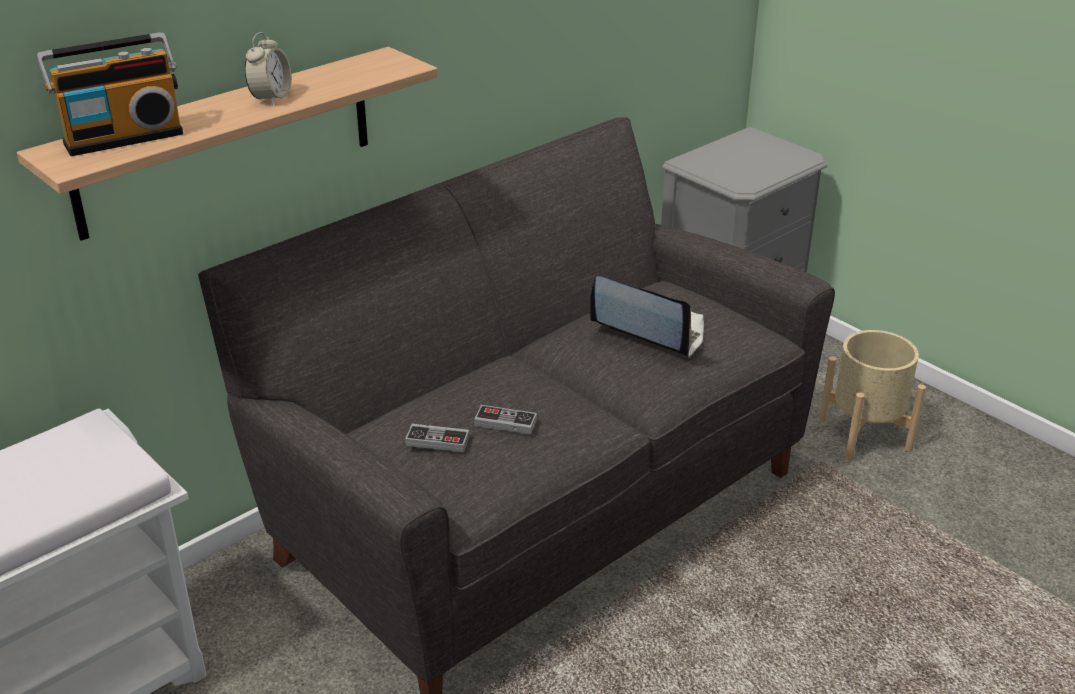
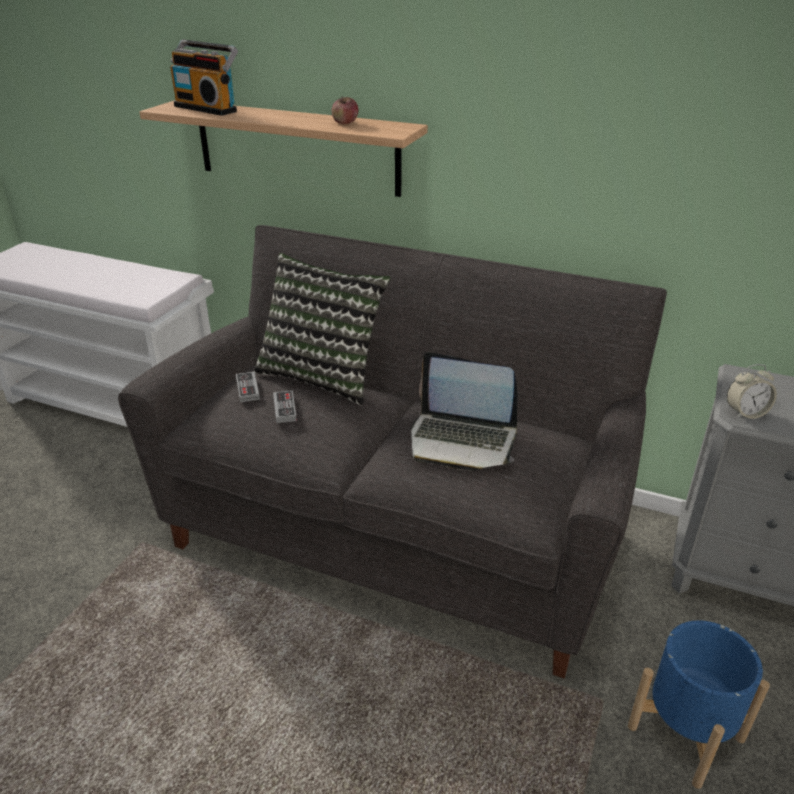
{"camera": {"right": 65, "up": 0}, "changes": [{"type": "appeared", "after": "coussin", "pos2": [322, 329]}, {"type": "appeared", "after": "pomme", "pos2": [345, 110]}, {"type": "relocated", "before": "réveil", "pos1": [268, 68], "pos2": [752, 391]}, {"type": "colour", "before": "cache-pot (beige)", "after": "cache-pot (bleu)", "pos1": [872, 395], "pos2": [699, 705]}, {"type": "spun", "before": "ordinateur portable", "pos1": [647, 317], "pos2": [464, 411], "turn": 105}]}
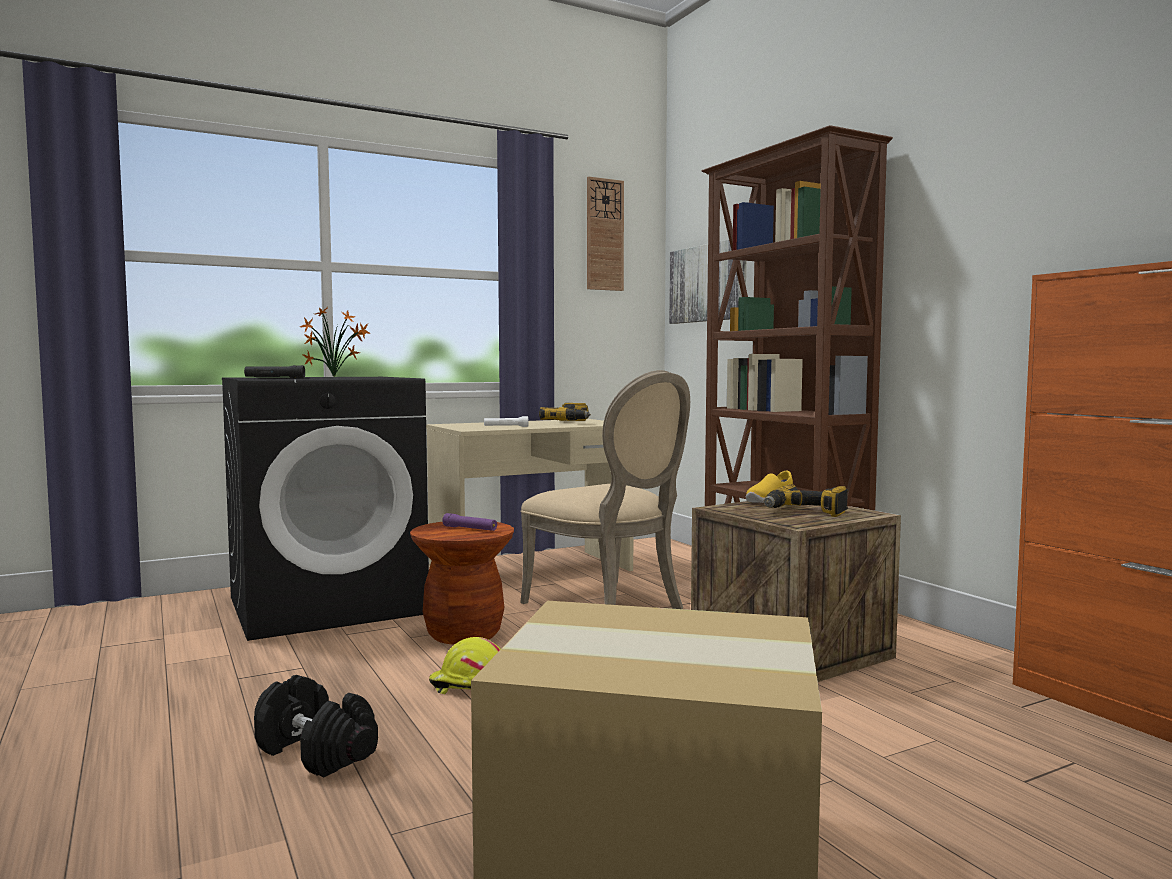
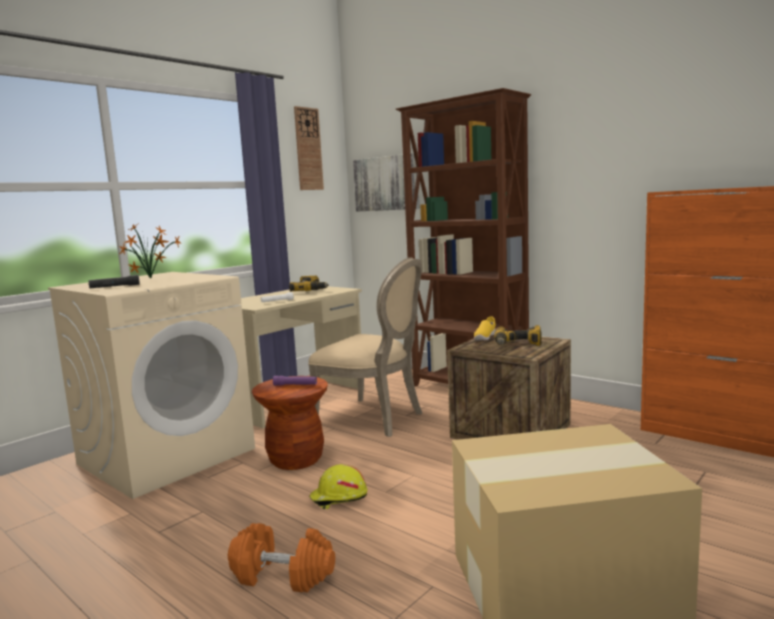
{"camera": {"right": -20, "up": 5}, "changes": [{"type": "colour", "before": "lave-linge (noir)", "after": "lave-linge (beige)", "pos1": [325, 509], "pos2": [151, 385]}, {"type": "colour", "before": "haltère (noir)", "after": "haltère (orange)", "pos1": [316, 726], "pos2": [281, 557]}]}
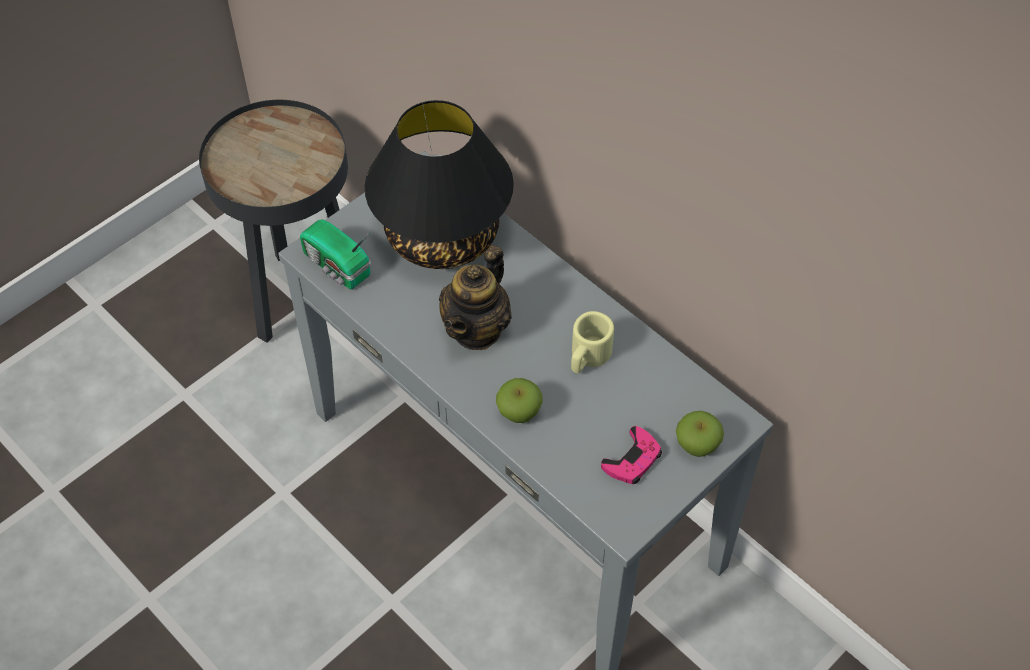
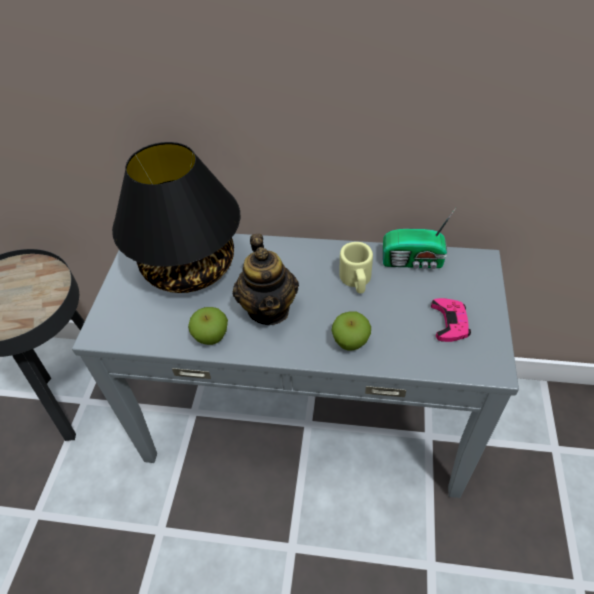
{"camera": {"right": -35, "up": -5}, "changes": [{"type": "relocated", "before": "radio", "pos1": [335, 255], "pos2": [419, 238]}, {"type": "relocated", "before": "pomme", "pos1": [700, 434], "pos2": [208, 326]}]}
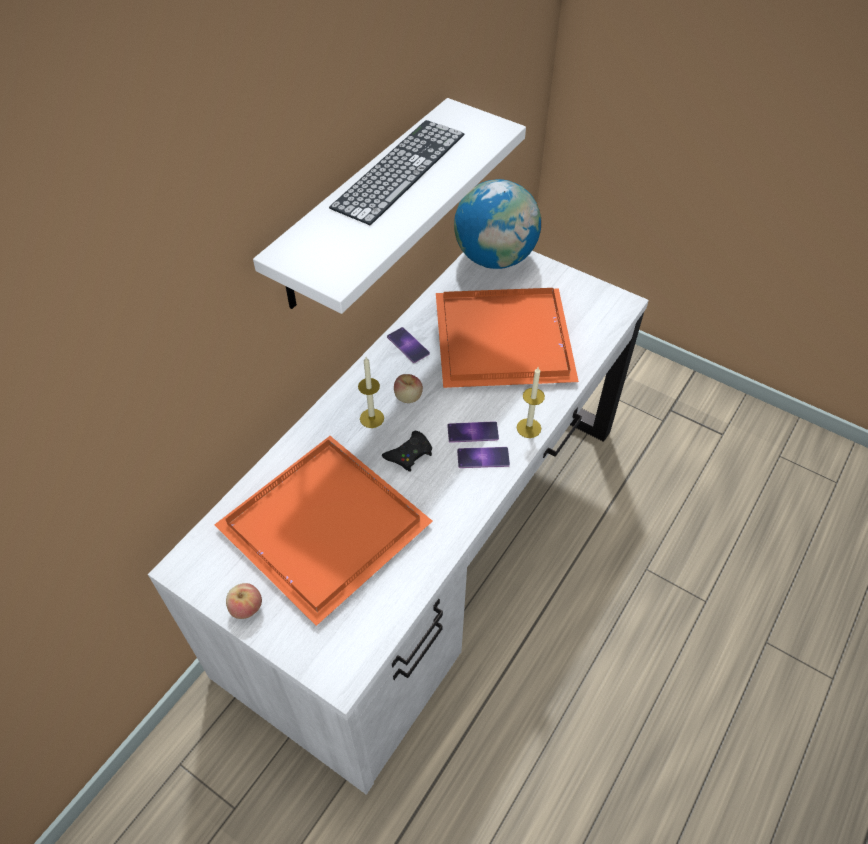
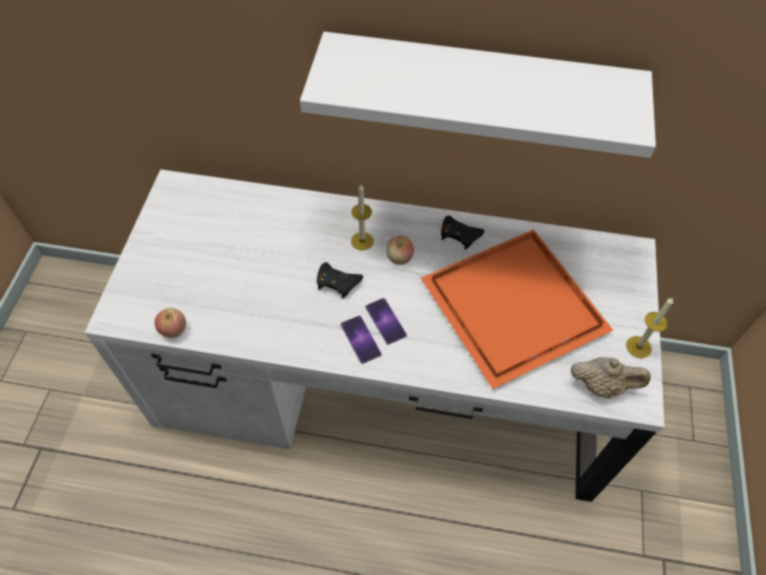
{"camera": {"right": 65, "up": 5}, "changes": [{"type": "missing", "before": "plateau (orange)", "pos1": [324, 531]}, {"type": "missing", "before": "clavier", "pos1": [396, 172]}, {"type": "missing", "before": "globe", "pos1": [497, 224]}, {"type": "appeared", "after": "théière (beige)", "pos2": [611, 378]}, {"type": "relocated", "before": "pomme", "pos1": [244, 601], "pos2": [170, 323]}, {"type": "relocated", "before": "bougie", "pos1": [531, 402], "pos2": [649, 328]}, {"type": "exchanged", "before": "téléphone", "after": "manette (noir)", "pos1": [408, 345], "pos2": [463, 232]}]}
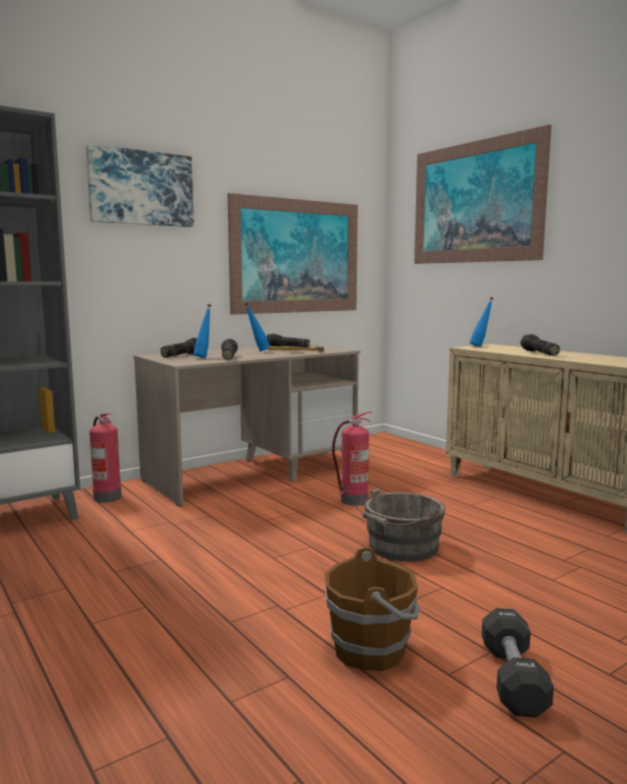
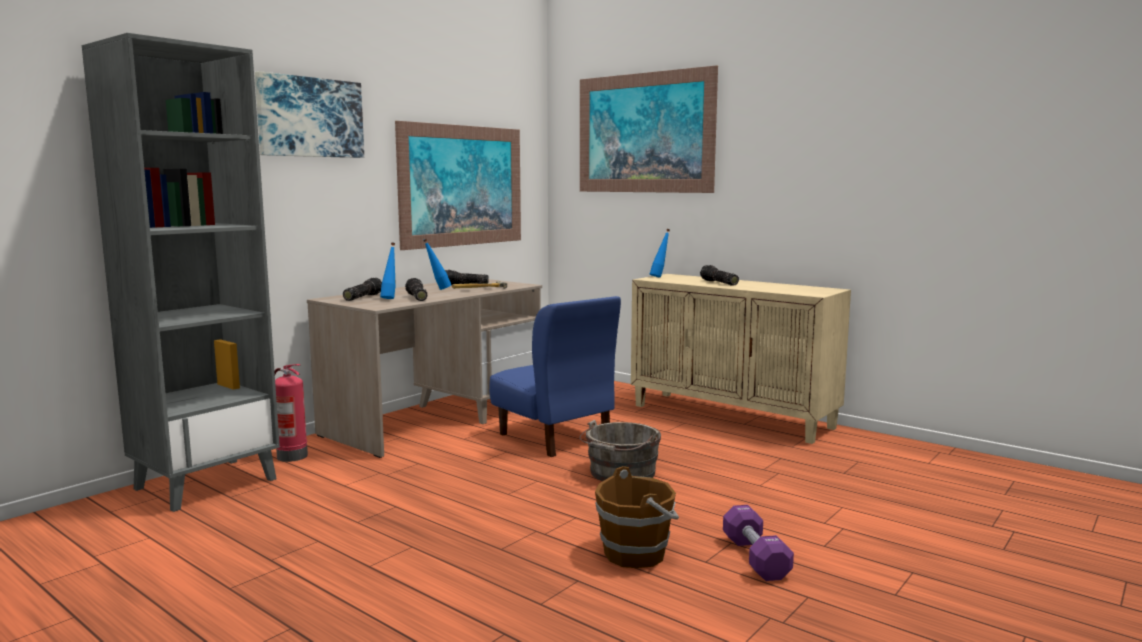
{"camera": {"right": -15, "up": 0}, "changes": [{"type": "exchanged", "before": "extincteur", "after": "chaise (bleu)", "pos1": [352, 458], "pos2": [555, 376]}, {"type": "colour", "before": "haltère (noir)", "after": "haltère (violet)", "pos1": [518, 662], "pos2": [758, 543]}]}
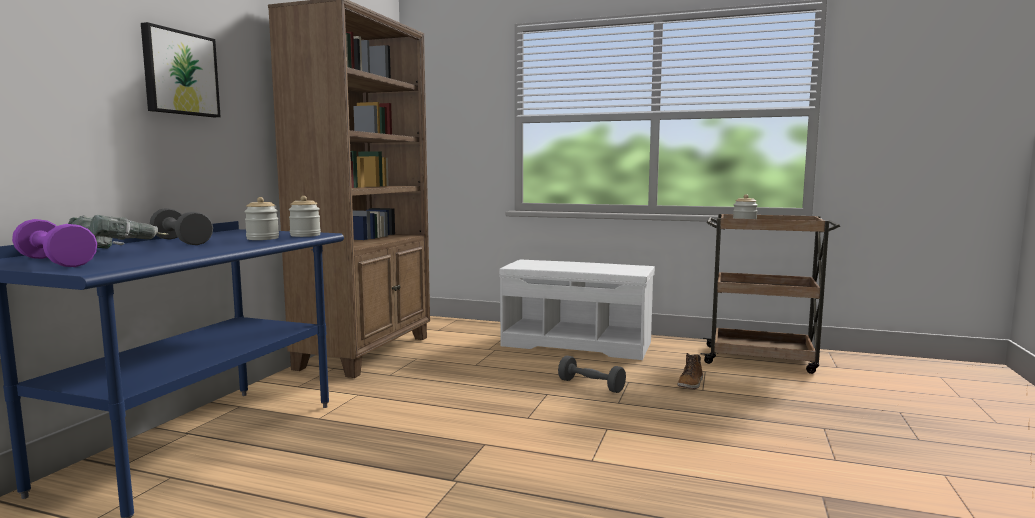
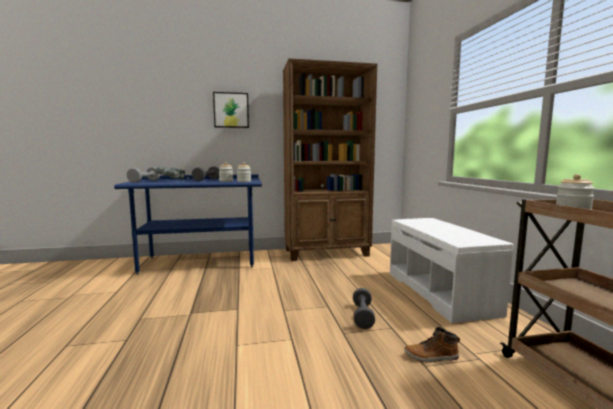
{"camera": {"right": 60, "up": 0}, "changes": [{"type": "colour", "before": "haltère (violet)", "after": "haltère (gris)", "pos1": [54, 243], "pos2": [143, 175]}]}
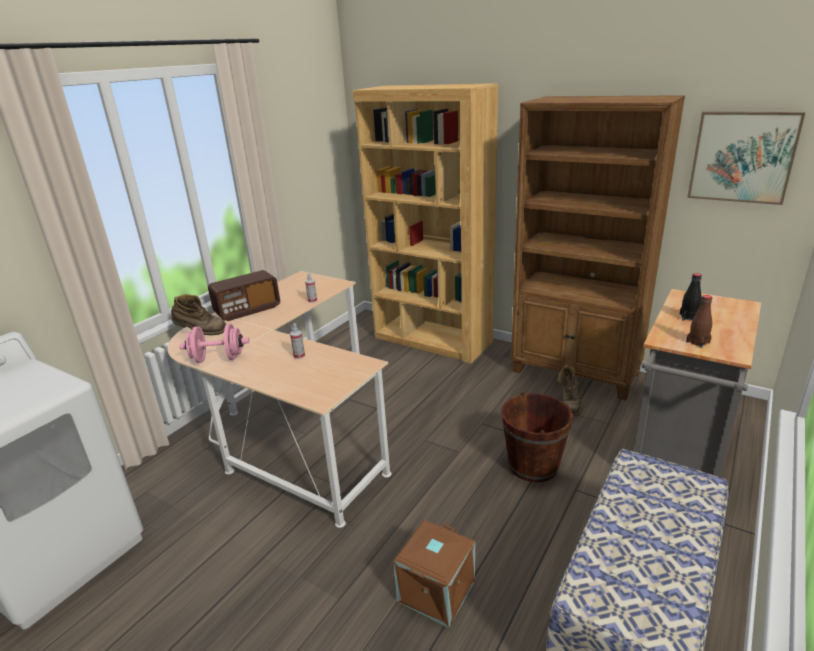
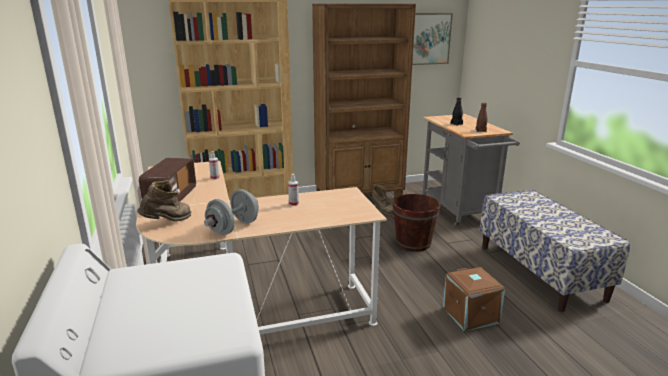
{"camera": {"right": -50, "up": -5}, "changes": [{"type": "colour", "before": "haltère (rose)", "after": "haltère (gris)", "pos1": [214, 343], "pos2": [231, 212]}]}
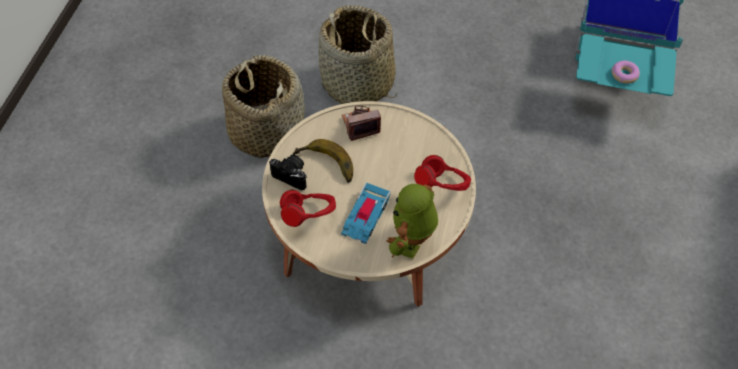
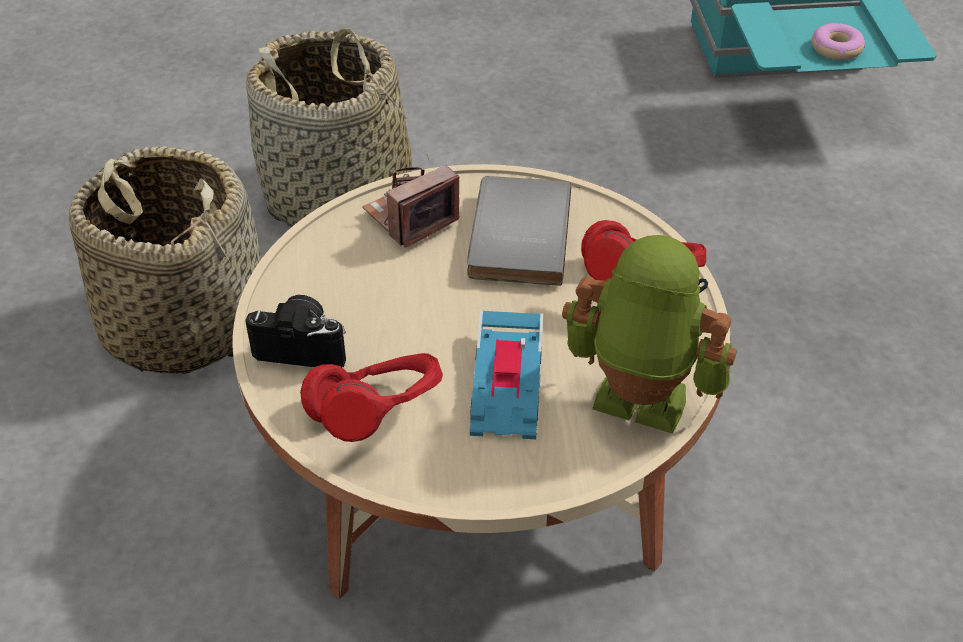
{"camera": {"right": -20, "up": -10}, "changes": [{"type": "missing", "before": "banane", "pos1": [323, 161]}, {"type": "appeared", "after": "livre (gris)", "pos2": [519, 231]}, {"type": "spun", "before": "robot jouet", "pos1": [412, 221], "pos2": [649, 334], "turn": 105}]}
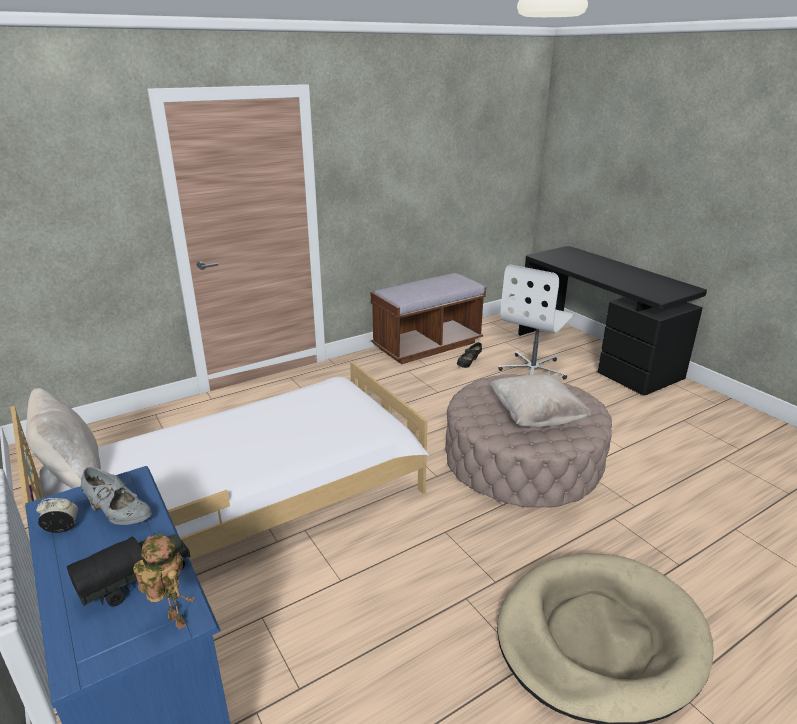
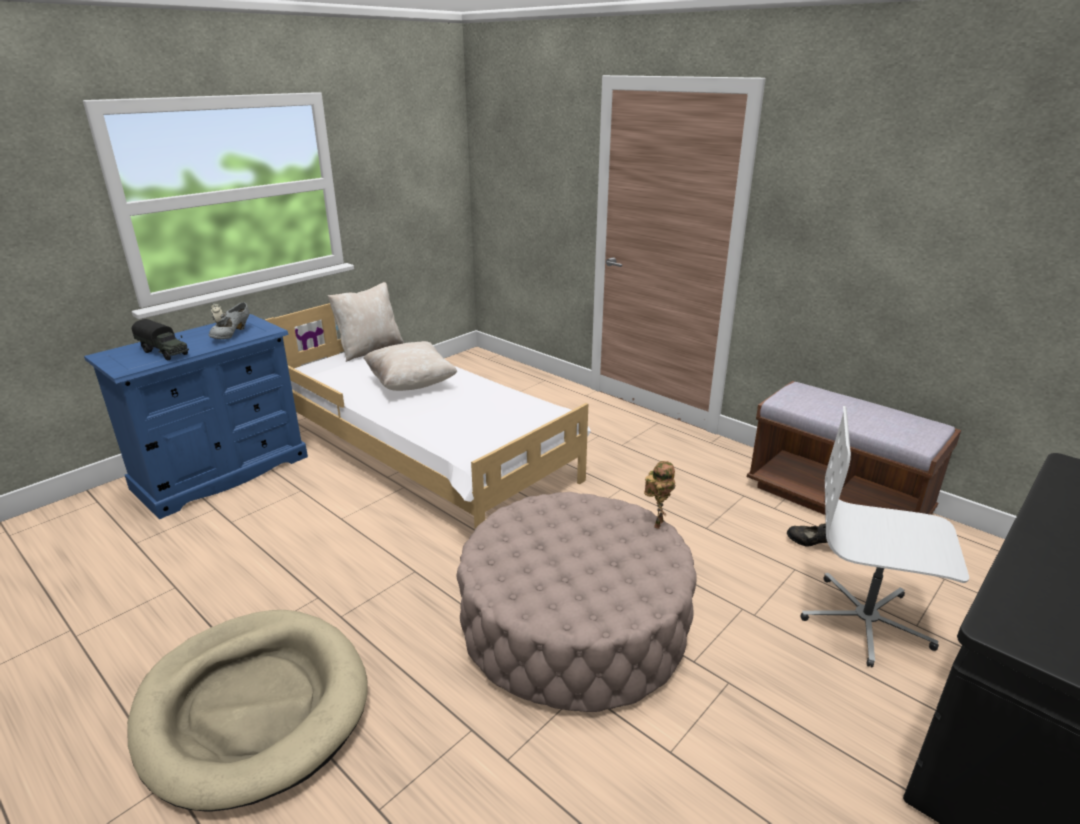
{"camera": {"right": 75, "up": 0}, "changes": [{"type": "relocated", "before": "robot jouet", "pos1": [164, 582], "pos2": [659, 495]}, {"type": "relocated", "before": "coussin (beige)", "pos1": [541, 400], "pos2": [410, 366]}]}
